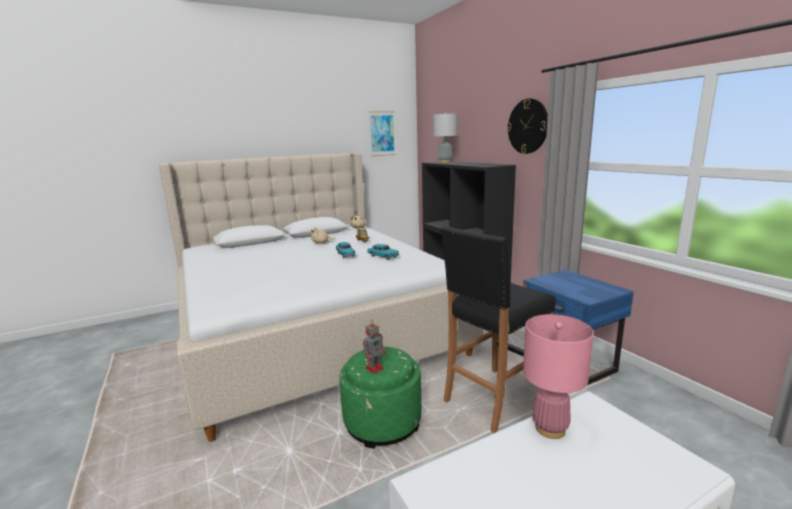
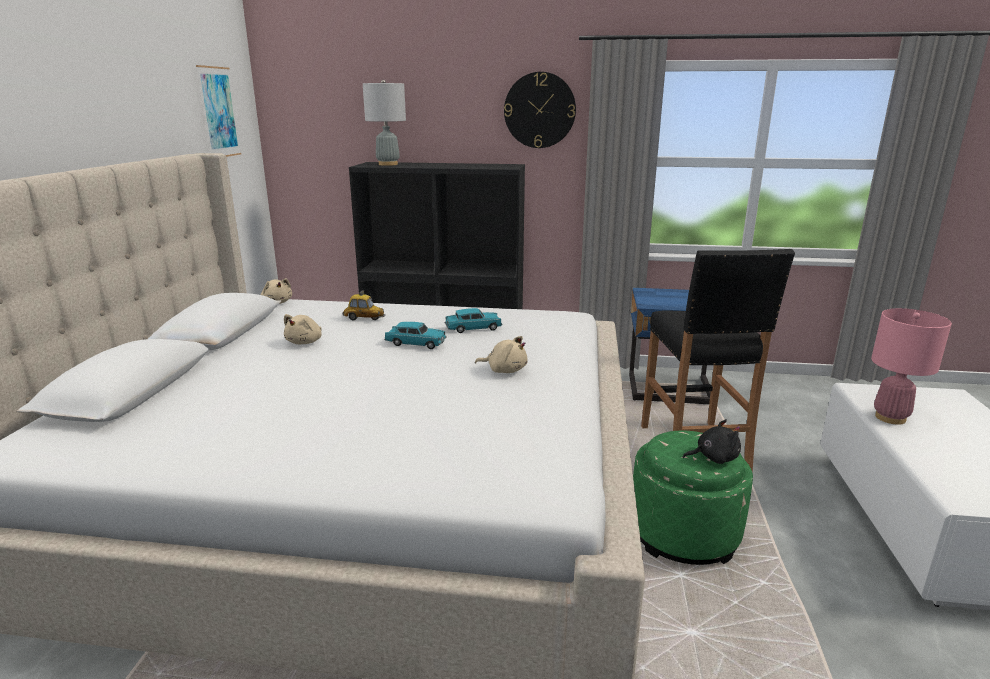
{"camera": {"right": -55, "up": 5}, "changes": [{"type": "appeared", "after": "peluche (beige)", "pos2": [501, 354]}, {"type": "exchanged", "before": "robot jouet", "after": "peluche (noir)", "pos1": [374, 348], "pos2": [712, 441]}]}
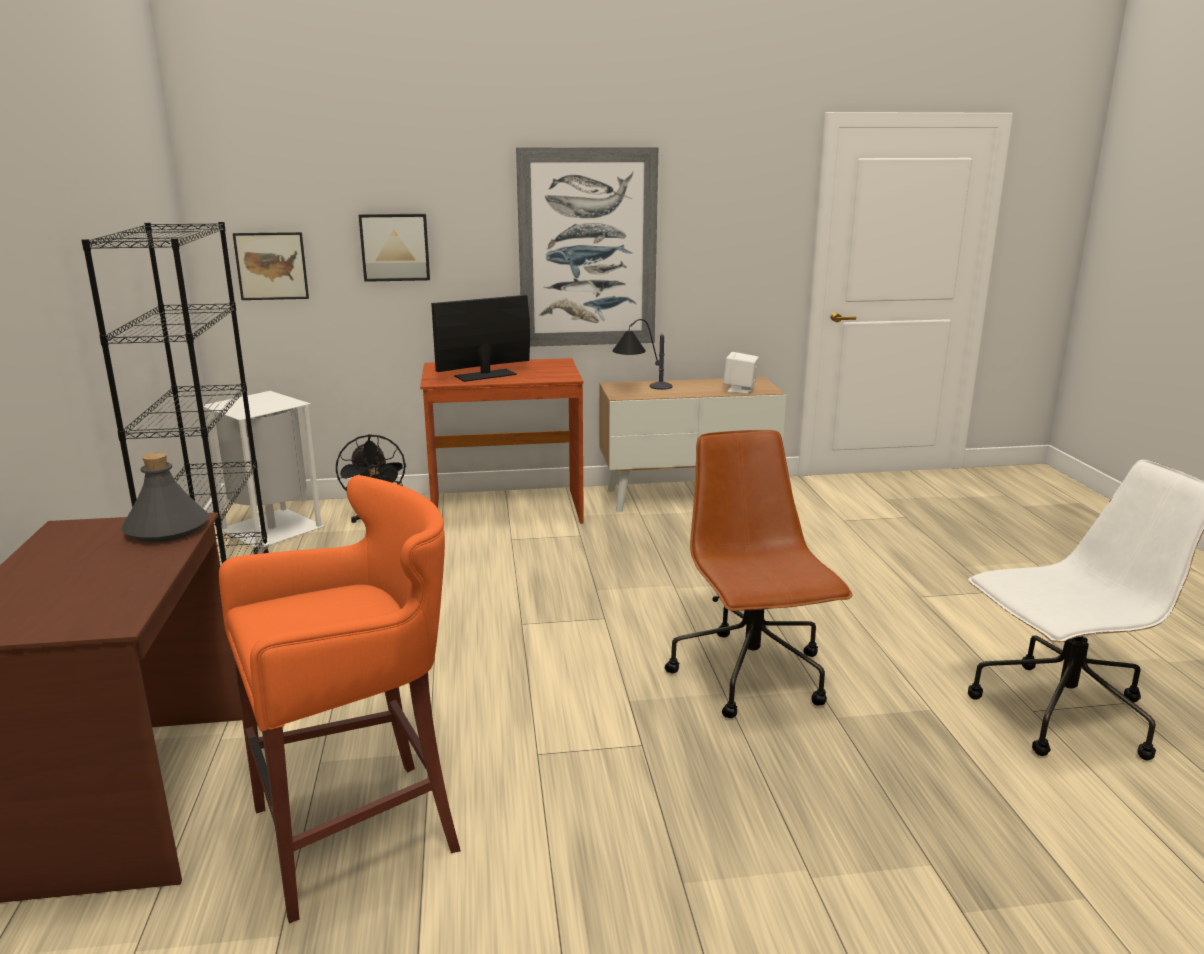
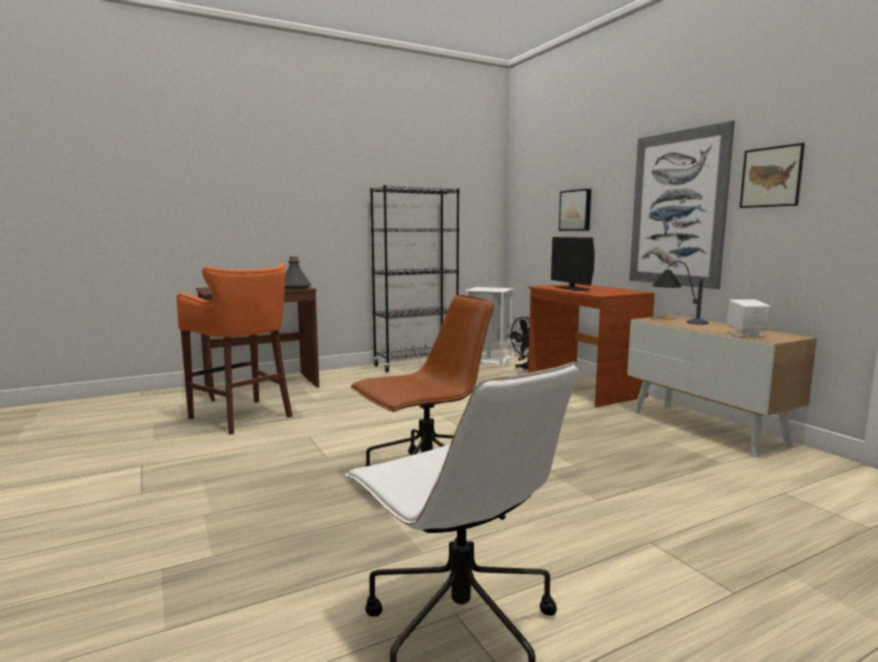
{"camera": {"right": 70, "up": -10}, "changes": [{"type": "relocated", "before": "tableau", "pos1": [271, 266], "pos2": [772, 175]}, {"type": "spun", "before": "écran d'ordinateur", "pos1": [480, 338], "pos2": [573, 264], "turn": -150}]}
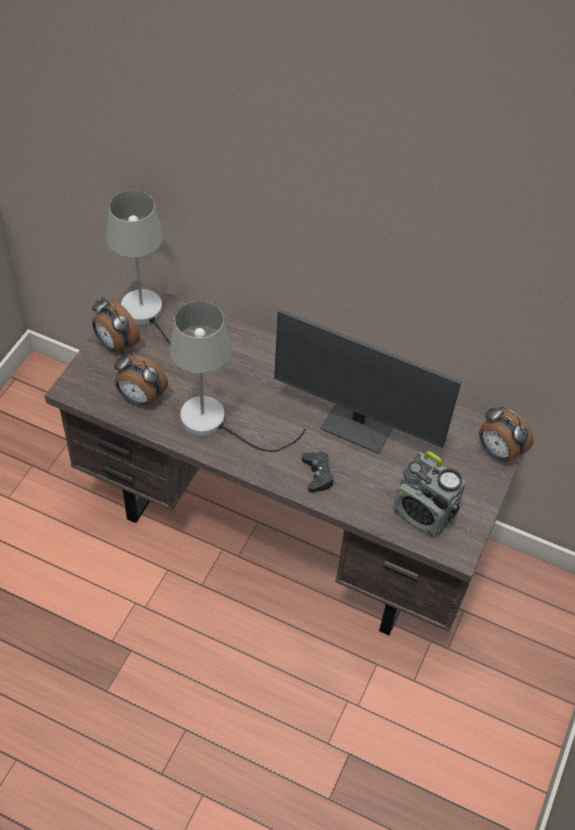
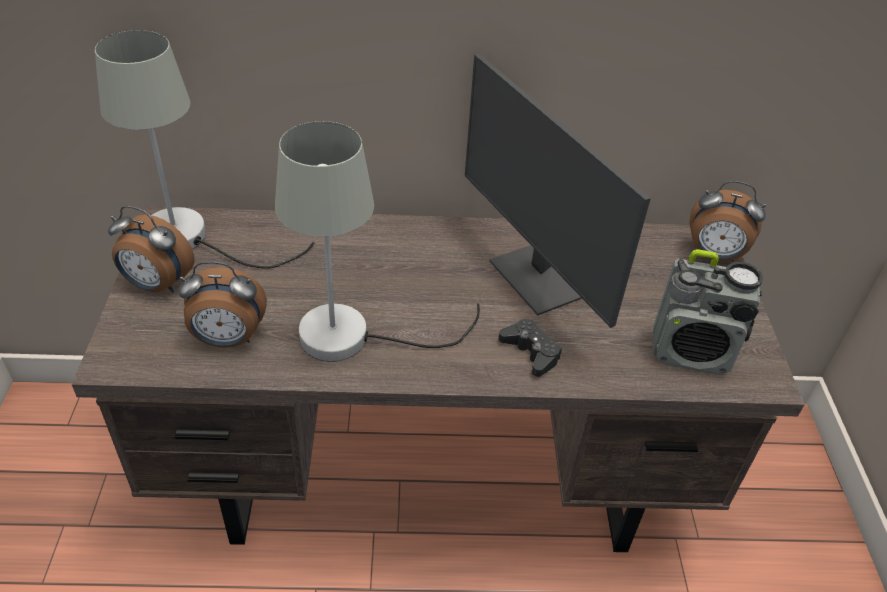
{"camera": {"right": -25, "up": -10}, "changes": [{"type": "spun", "before": "écran d'ordinateur", "pos1": [368, 381], "pos2": [558, 191], "turn": 60}]}
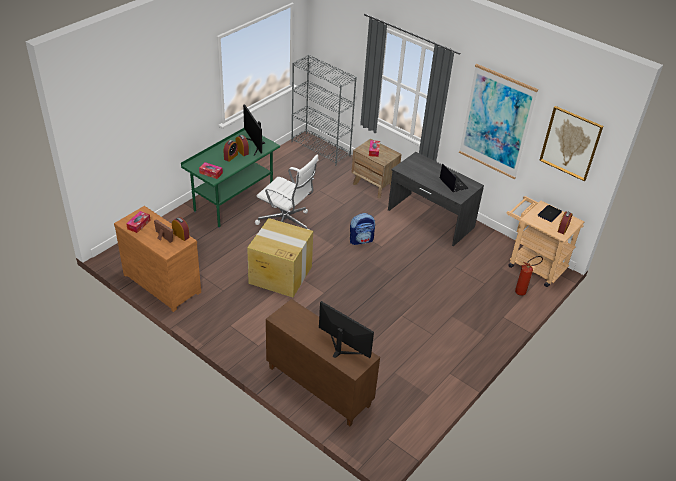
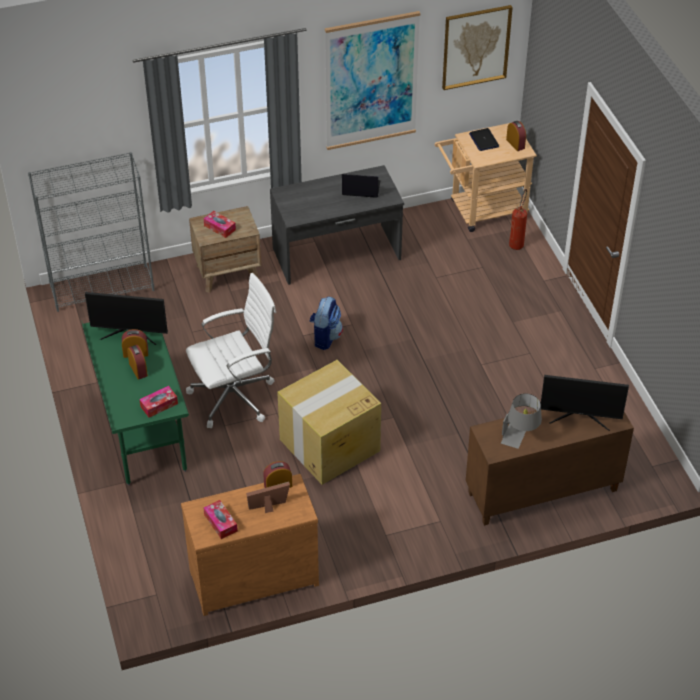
{"camera": {"right": -55, "up": 5}, "changes": [{"type": "appeared", "after": "lampe de table (gris)", "pos2": [521, 421]}, {"type": "spun", "before": "écran d'ordinateur", "pos1": [346, 329], "pos2": [585, 403], "turn": -150}]}
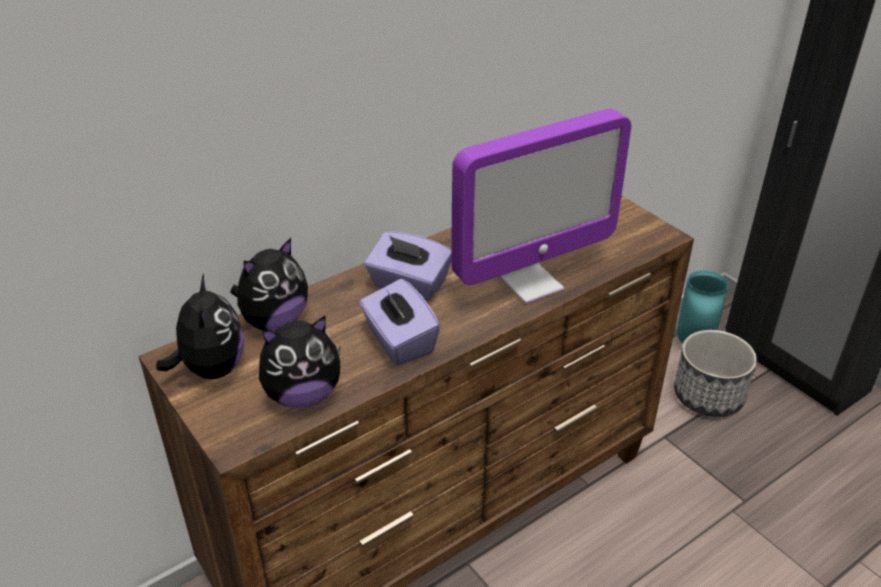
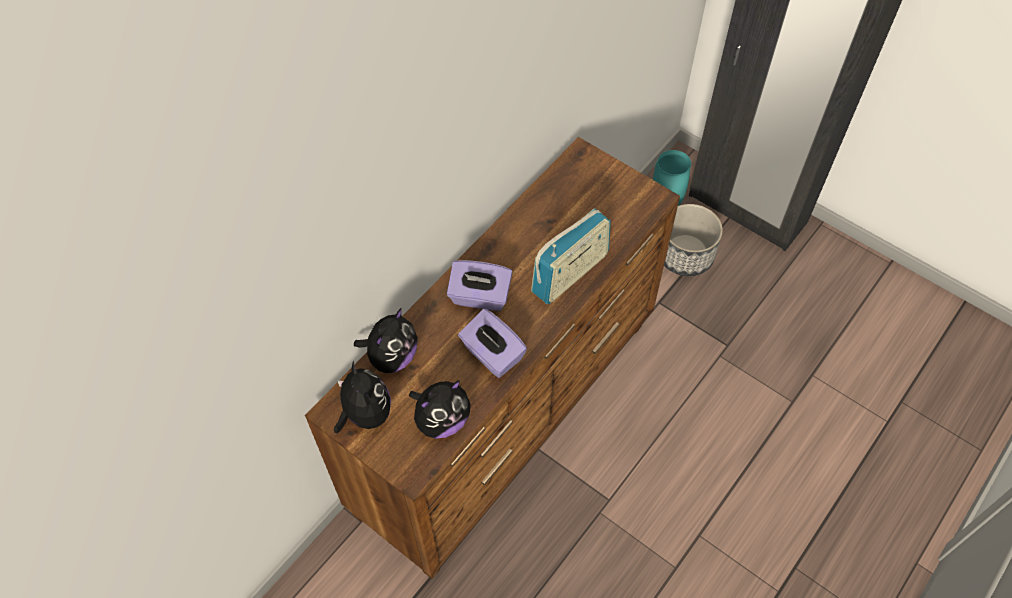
{"camera": {"right": -15, "up": 20}, "changes": [{"type": "exchanged", "before": "écran d'ordinateur", "after": "radio", "pos1": [541, 206], "pos2": [571, 256]}]}
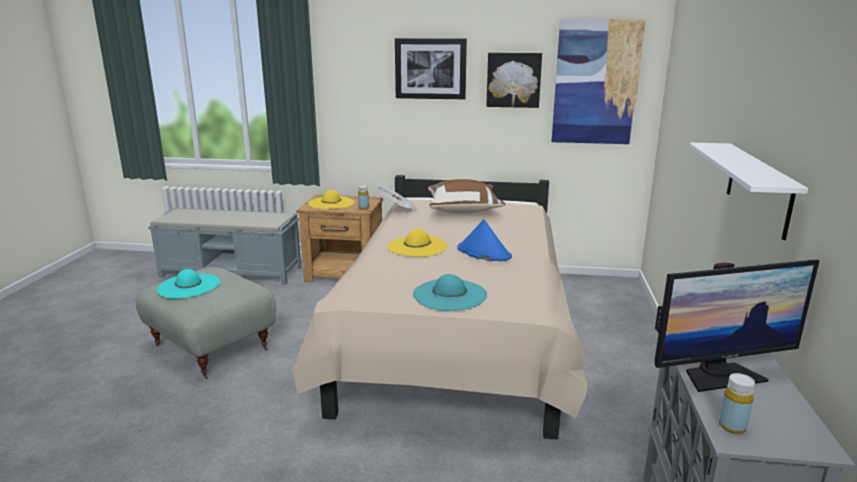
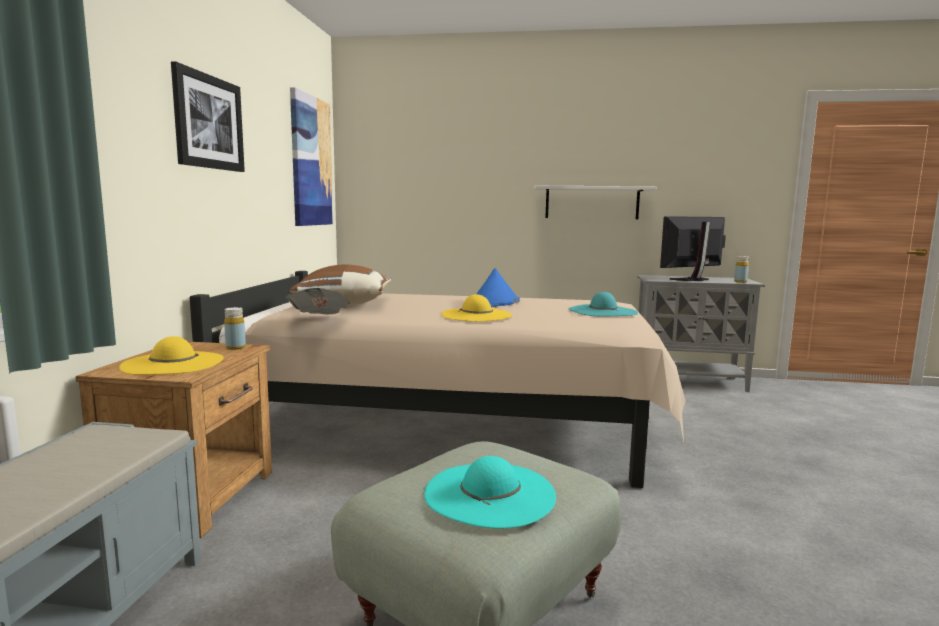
{"camera": {"right": -90, "up": -10}, "changes": [{"type": "missing", "before": "tableau", "pos1": [514, 80]}, {"type": "spun", "before": "écran d'ordinateur", "pos1": [737, 325], "pos2": [693, 248], "turn": -105}]}
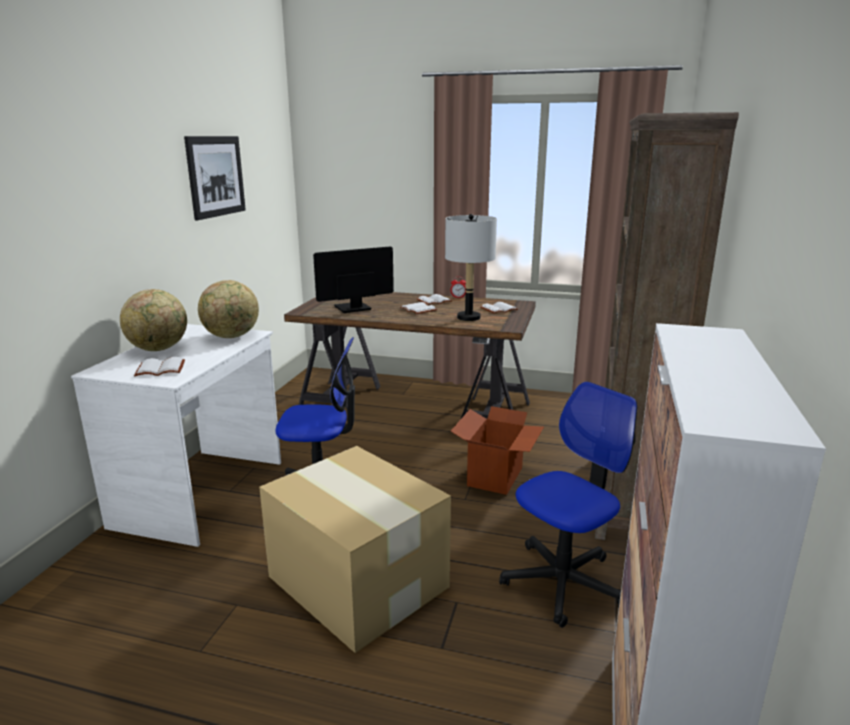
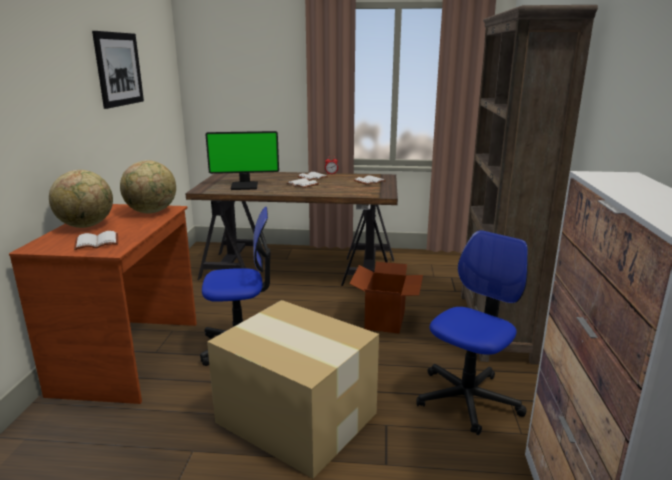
{"camera": {"right": -10, "up": 0}, "changes": [{"type": "missing", "before": "lampe de table (gris)", "pos1": [471, 267]}, {"type": "colour", "before": "bureau (blanc)", "after": "bureau (marron)", "pos1": [176, 435], "pos2": [103, 304]}, {"type": "spun", "before": "écran d'ordinateur", "pos1": [353, 279], "pos2": [242, 160], "turn": -150}]}
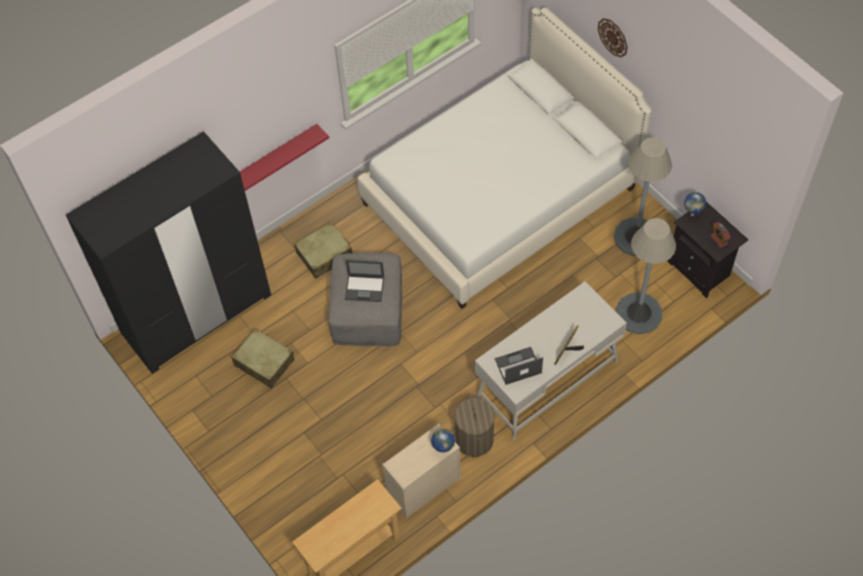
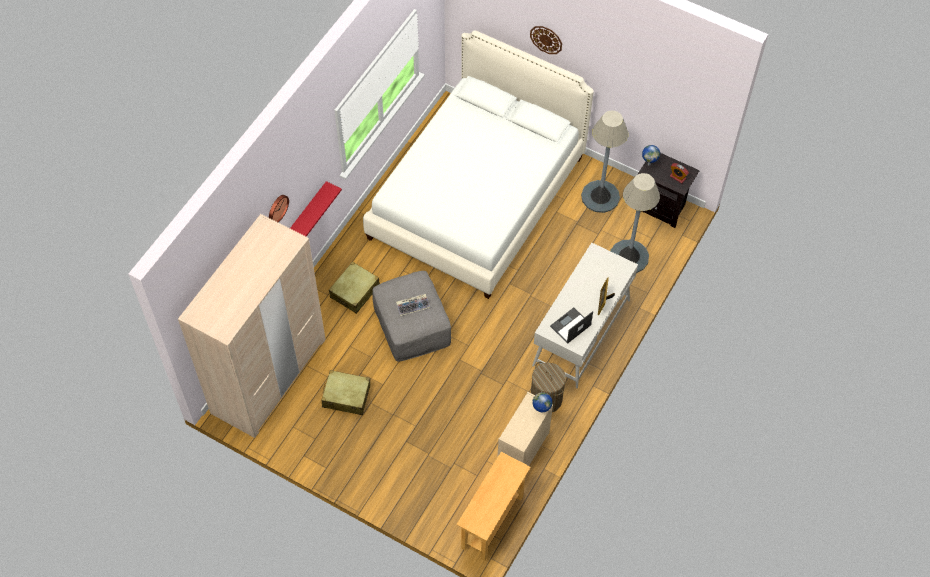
{"camera": {"right": -25, "up": 0}, "changes": [{"type": "appeared", "after": "horloge murale", "pos2": [279, 208]}, {"type": "exchanged", "before": "ordinateur portable", "after": "clavier", "pos1": [364, 281], "pos2": [413, 305]}, {"type": "colour", "before": "armoire (noir)", "after": "armoire (beige)", "pos1": [168, 252], "pos2": [252, 326]}]}
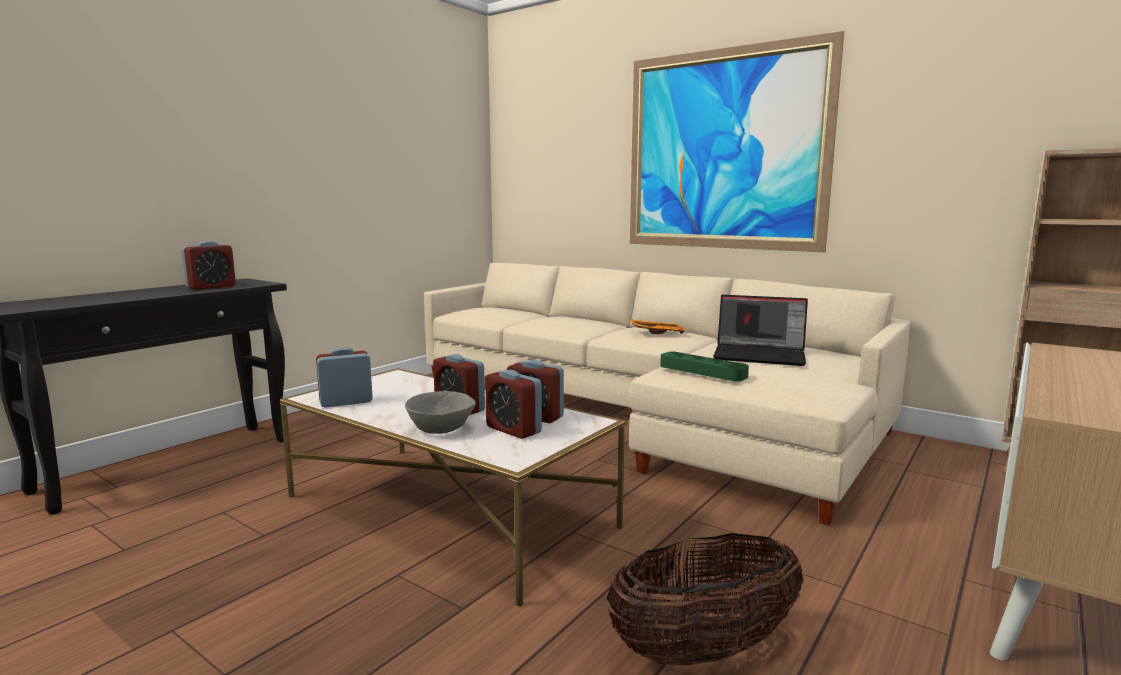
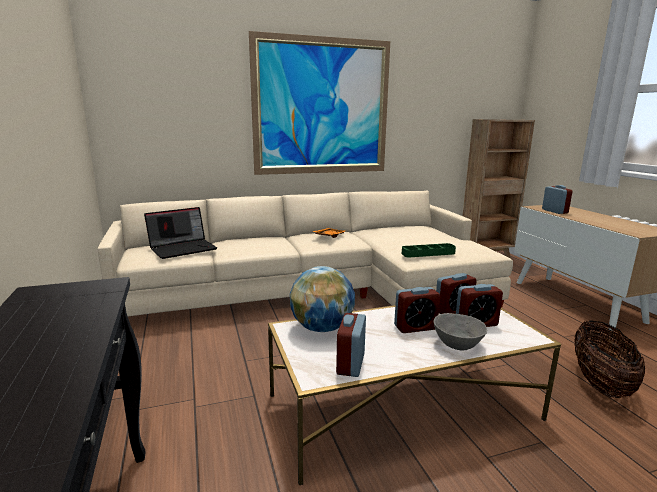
{"camera": {"right": -55, "up": 5}, "changes": [{"type": "appeared", "after": "globe", "pos2": [322, 299]}, {"type": "relocated", "before": "réveil", "pos1": [208, 265], "pos2": [557, 199]}, {"type": "relocated", "before": "ordinateur portable", "pos1": [760, 330], "pos2": [180, 233]}]}
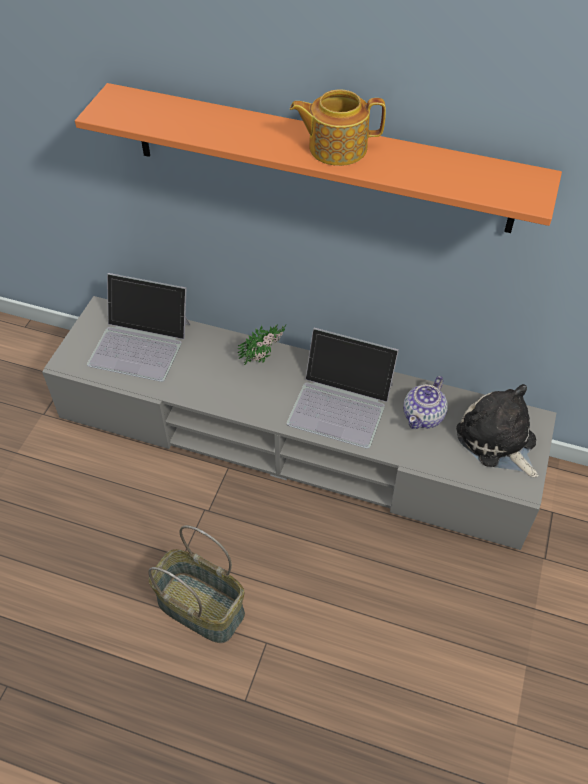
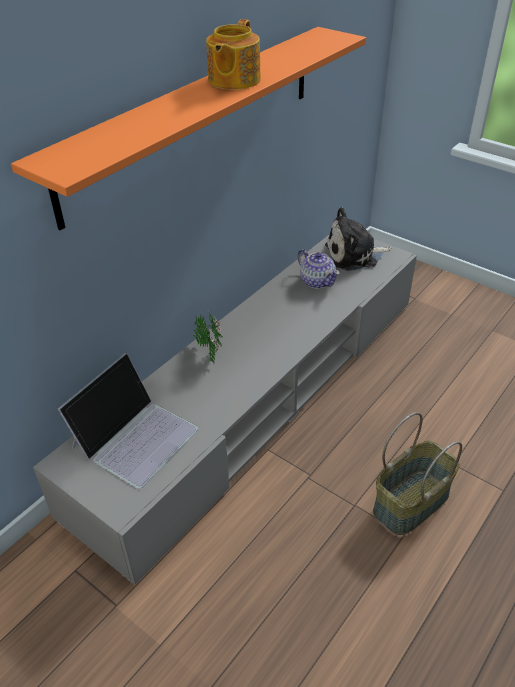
{"camera": {"right": -70, "up": -10}, "changes": [{"type": "missing", "before": "ordinateur portable", "pos1": [343, 388]}]}
